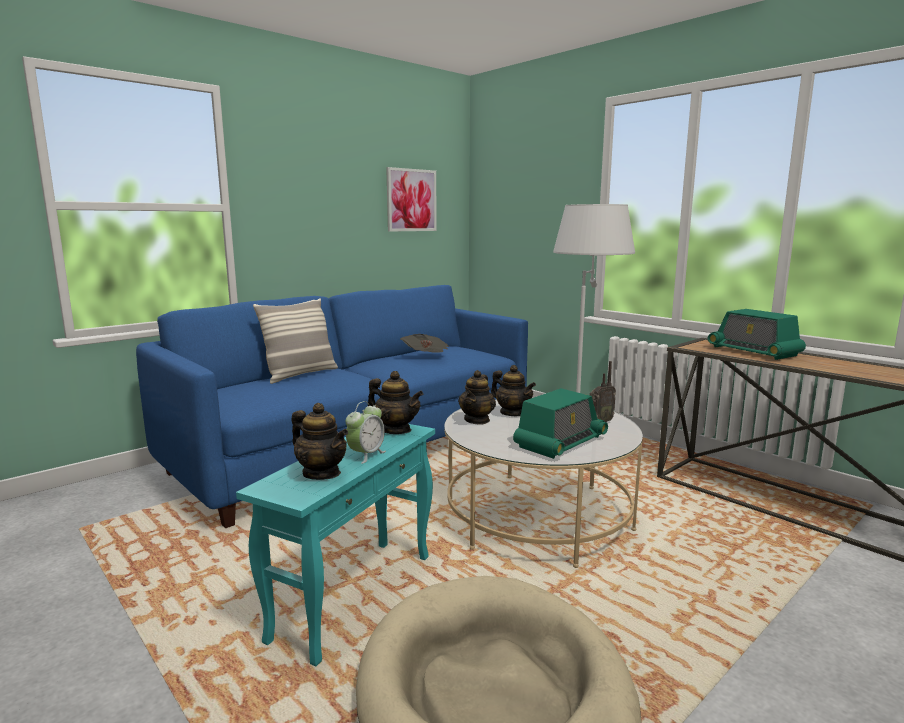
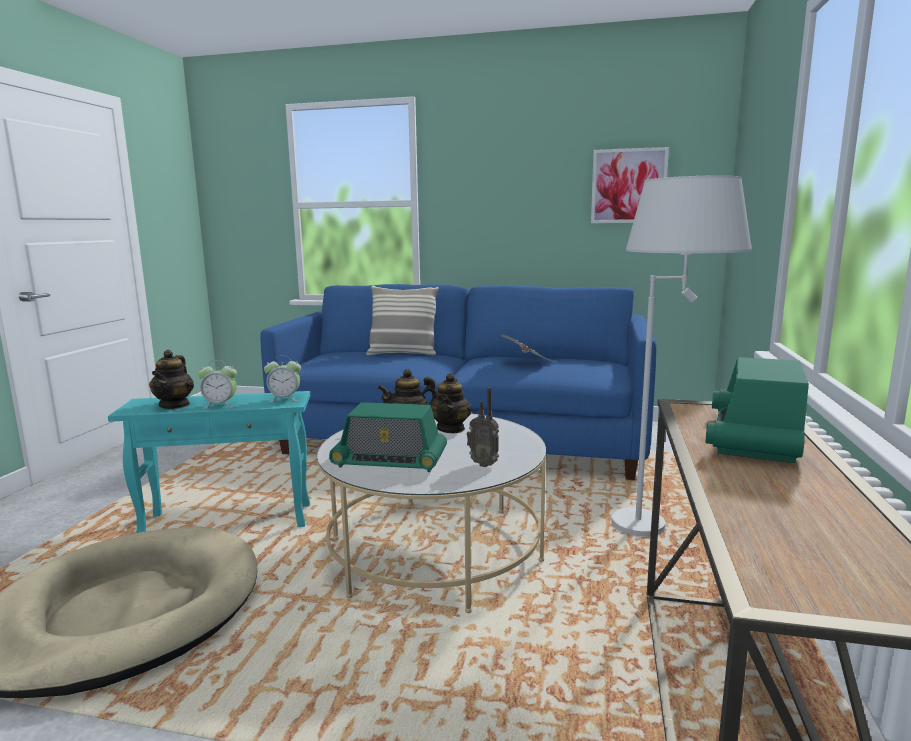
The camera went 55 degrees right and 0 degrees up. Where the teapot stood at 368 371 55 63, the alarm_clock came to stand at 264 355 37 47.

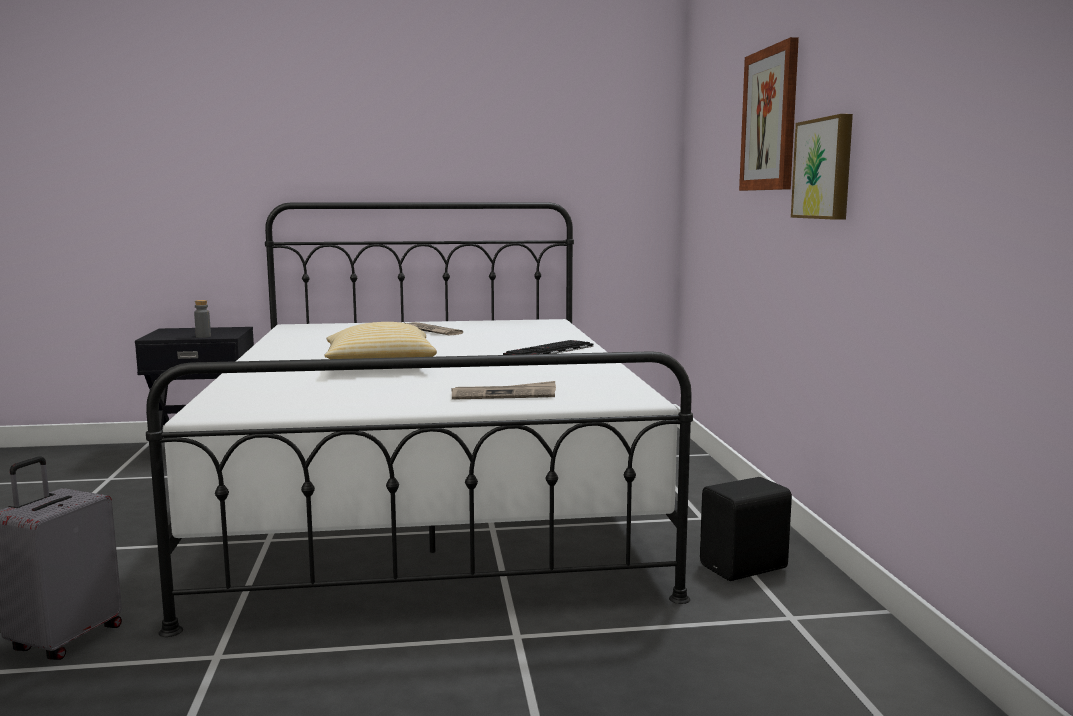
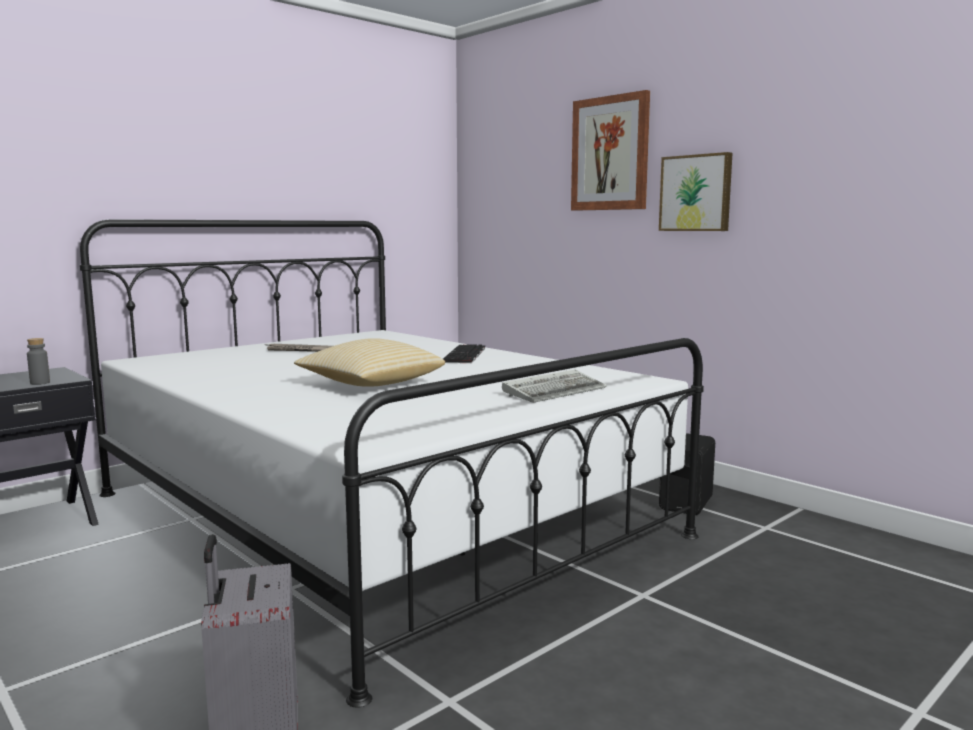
The camera went 35 degrees left and 0 degrees up. Where the newspaper stood at 452 381 104 19, the PC_keyboard came to stand at 502 369 105 34.

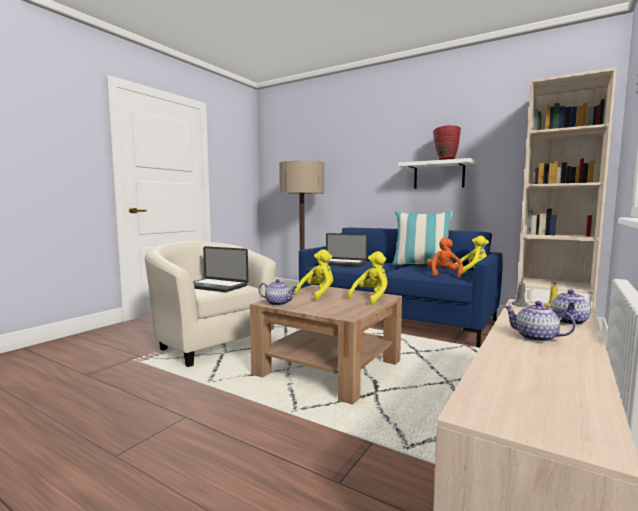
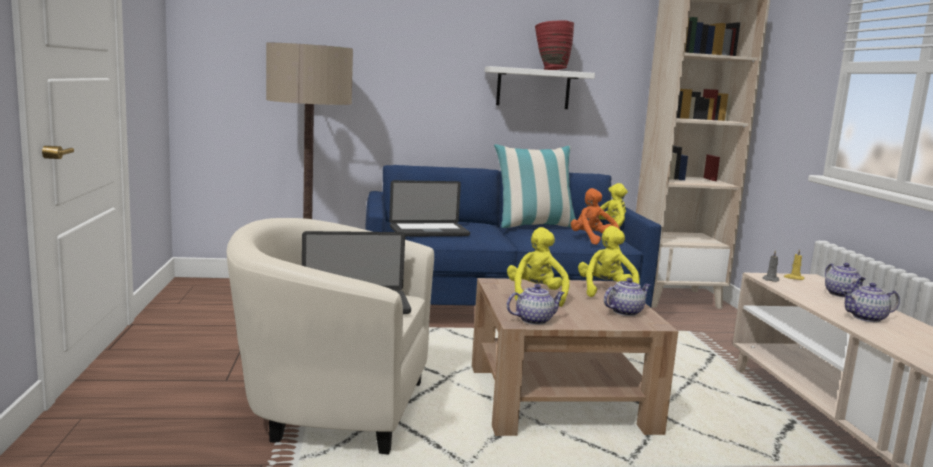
The camera went 40 degrees left and 5 degrees up. The second view gained the teapot at 604 278 46 38.

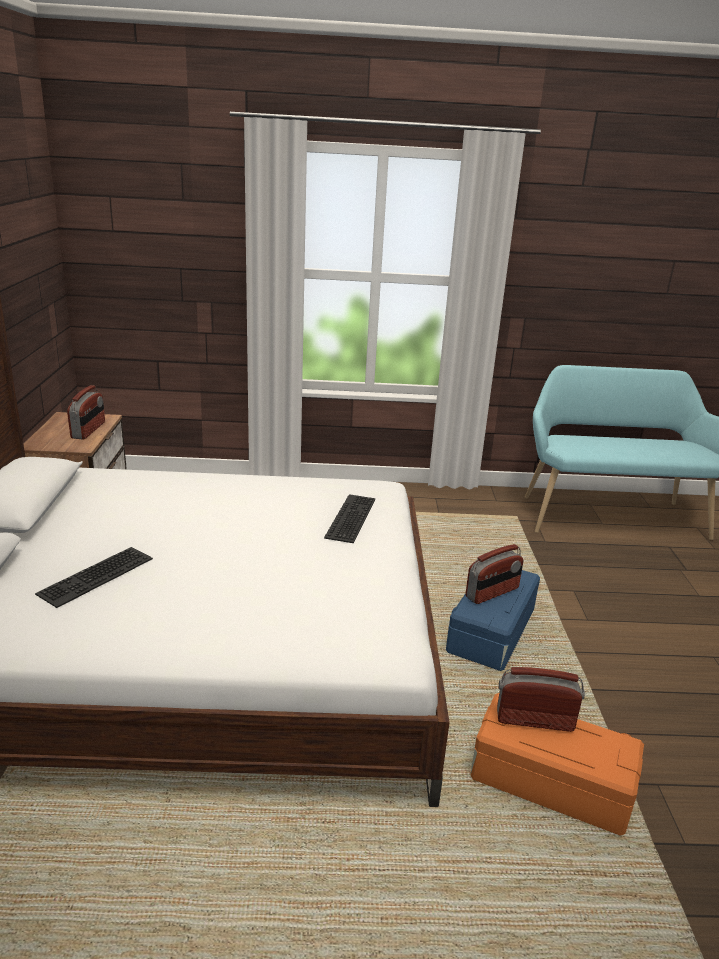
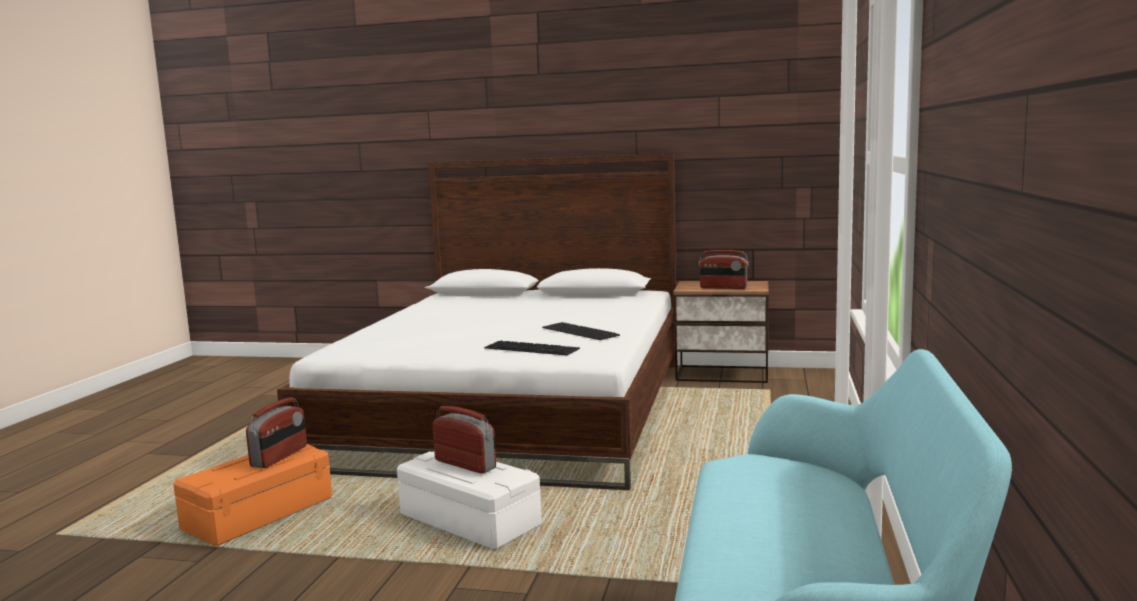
The camera went 105 degrees right and 15 degrees down. What was the bluish_storage_box at 446 570 94 101 turned into the whitish_storage_box at 397 451 145 99. The radio_set at 466 544 57 60 ended up facing another way, 150 degrees clockwise from before. The PC_keyboard ended up elsewhere, having gone from 35 547 118 61 to 542 322 78 18.

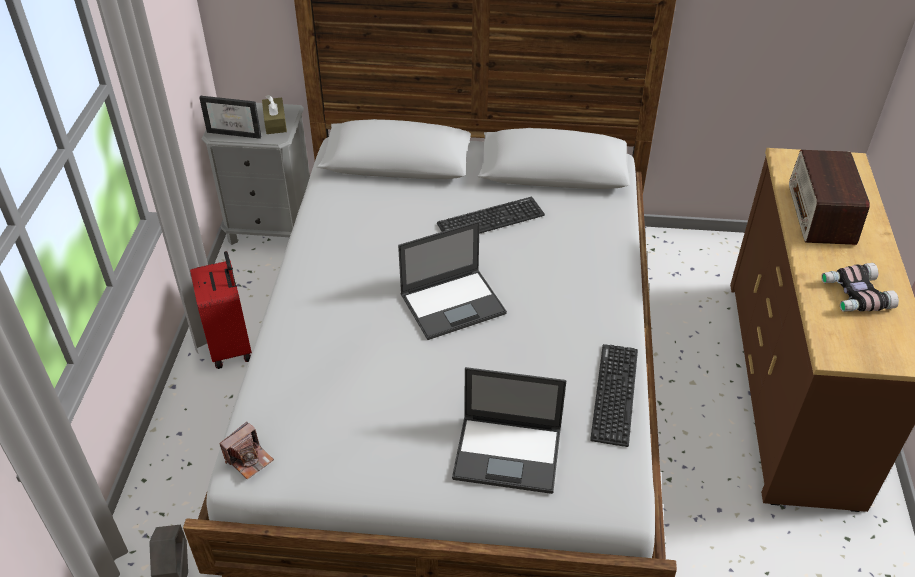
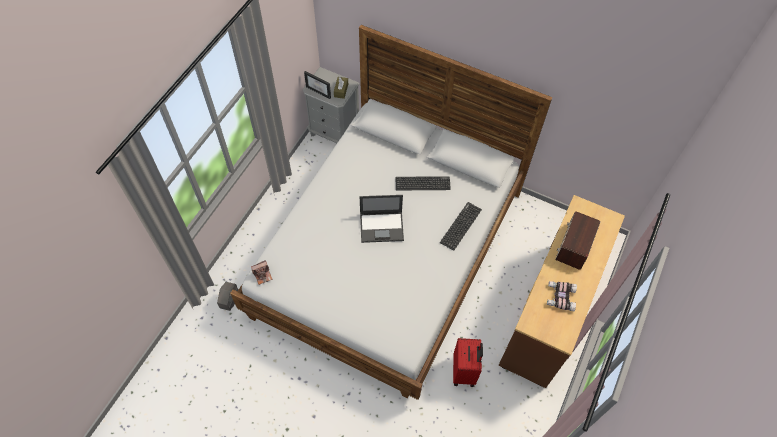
The camera went 20 degrees right and 15 degrees up. The PC_keyboard ended up elsewhere, having gone from 590 344 48 103 to 440 202 42 49. The red_suitcase ended up elsewhere, having gone from 190 251 62 118 to 453 338 30 49. The second view lost the portable_computer at 452 367 114 127.

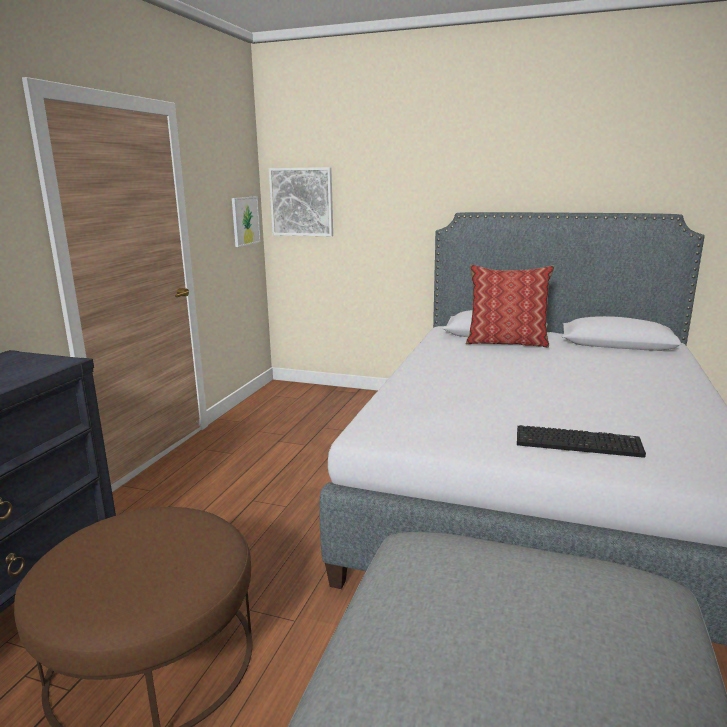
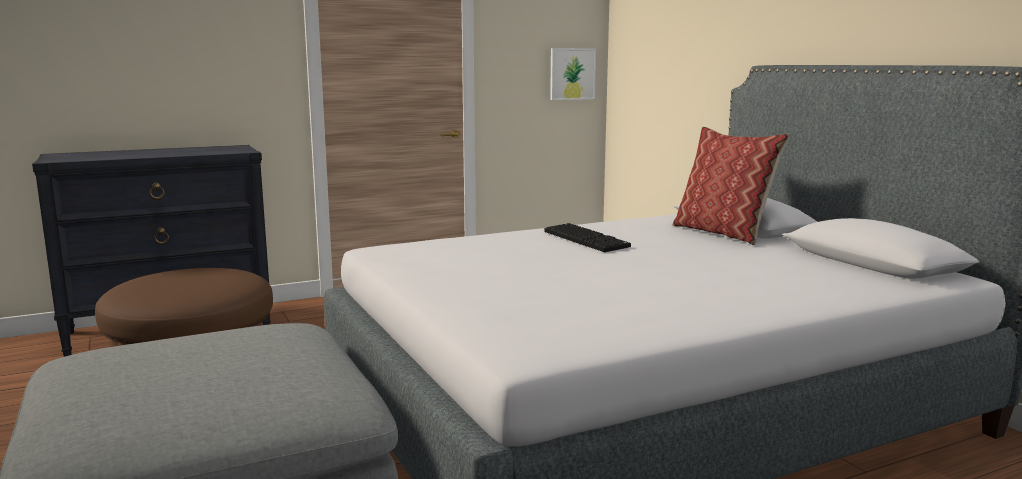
The camera went 45 degrees right and 5 degrees down. The PC_keyboard ended up elsewhere, having gone from 517 425 129 33 to 544 223 87 29. The second view lost the picture at 269 167 64 69.

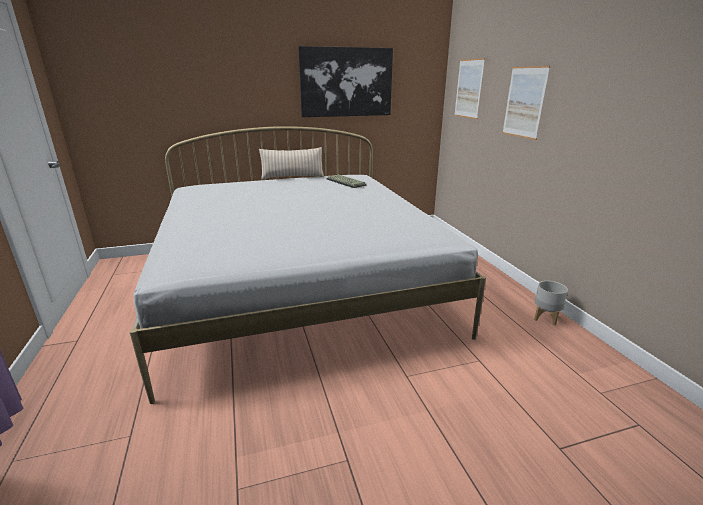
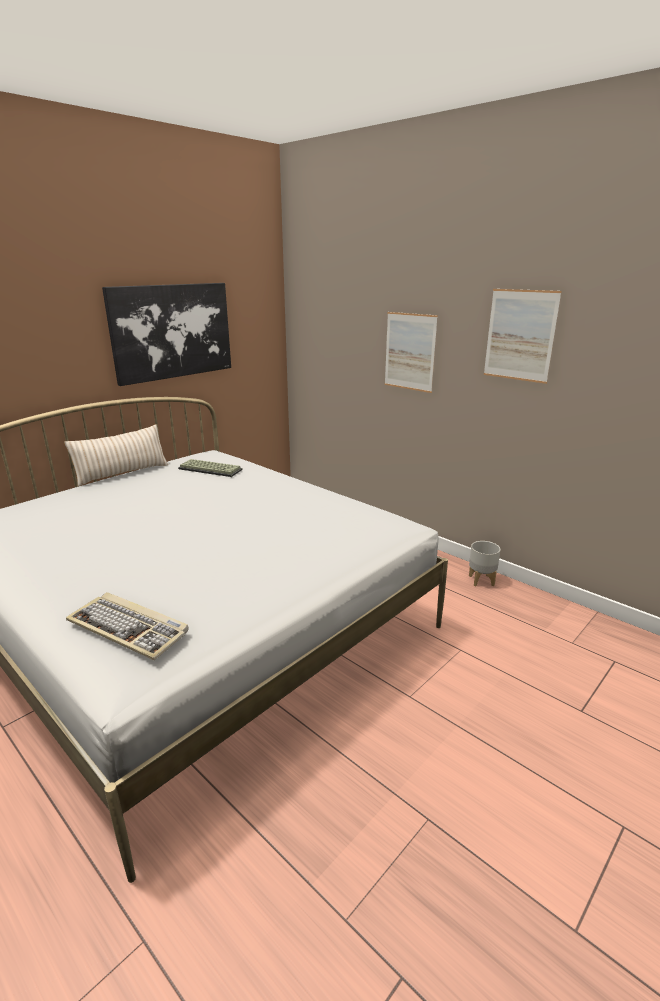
The camera went 30 degrees left and 0 degrees up. The second view gained the PC_keyboard at 66 592 122 68. The picture ended up elsewhere, having gone from 454 58 31 61 to 484 289 78 95.

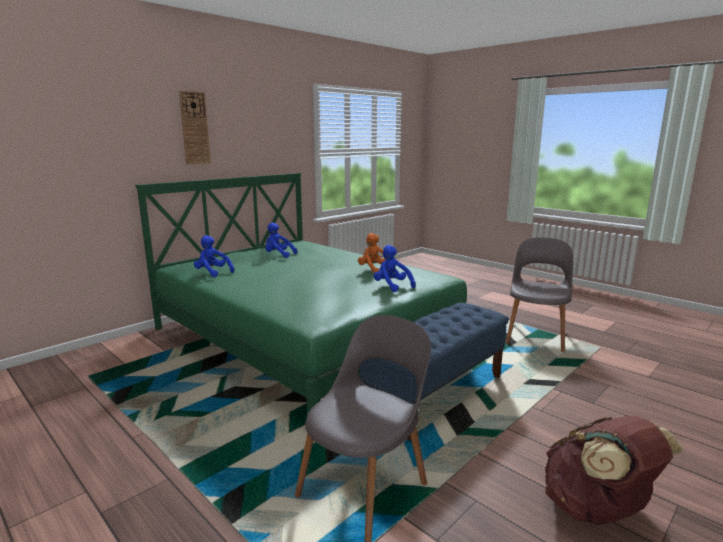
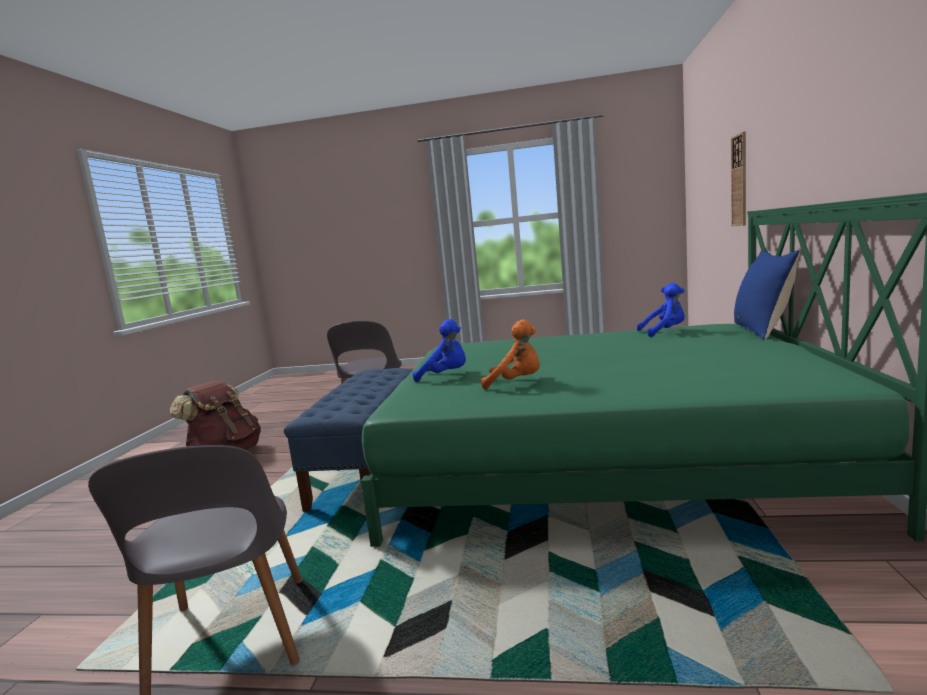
The camera went 145 degrees right and 5 degrees down. The wall_clock ended up elsewhere, having gone from 179 91 32 73 to 731 131 15 95. The second view gained the bluish_throw_pillow at 734 248 66 92. The second view lost the bluish_cuddly_toy at 265 223 32 35.

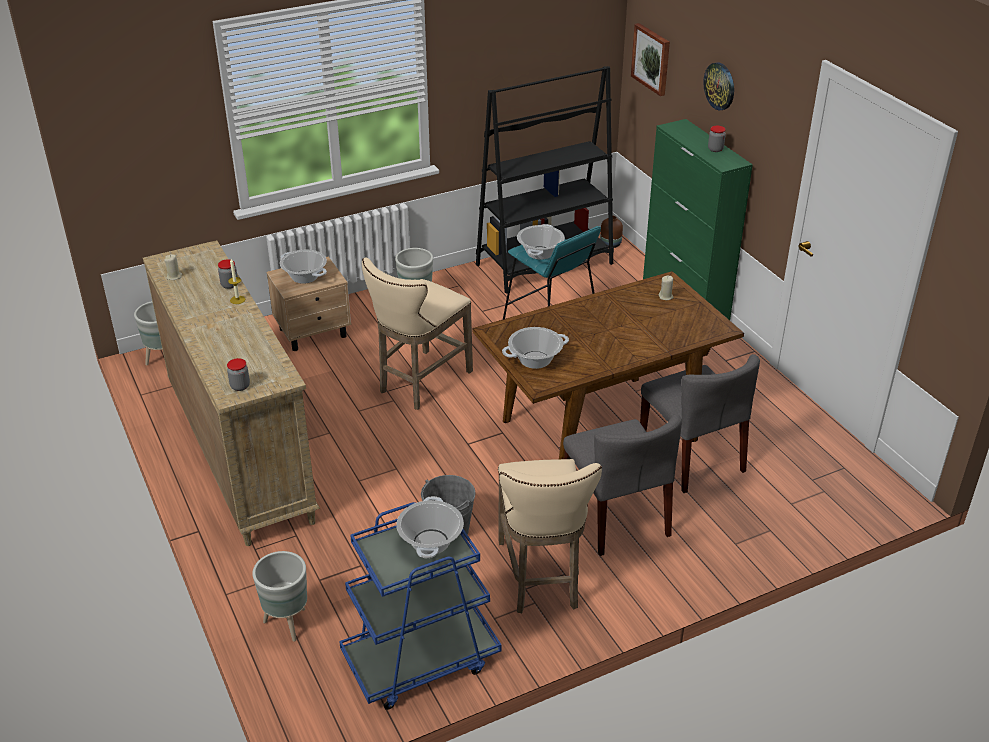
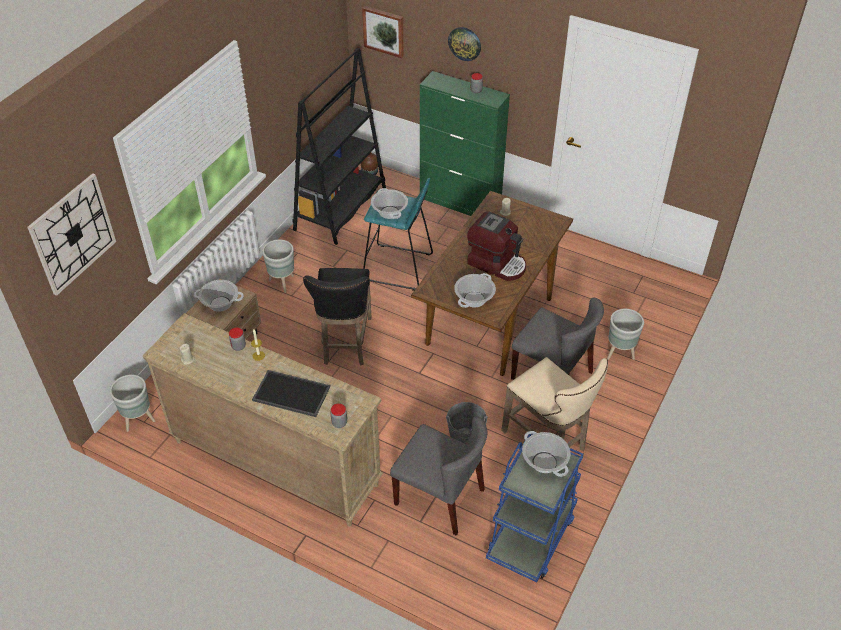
The camera went 35 degrees left and 10 degrees up. The second view gained the wall_clock at 27 173 89 123. The second view gained the tray at 252 370 78 47. What was the beige-coloured_stool_seat at 362 257 111 153 turned into the black-coloured_stool_seat at 303 268 68 98. The gray_upright_chair ended up elsewhere, having gone from 640 354 120 139 to 390 416 97 120. The second view gained the coffee_maker at 467 211 59 70. The gray_plant_pot ended up elsewhere, having gone from 252 551 55 90 to 607 309 37 51.

